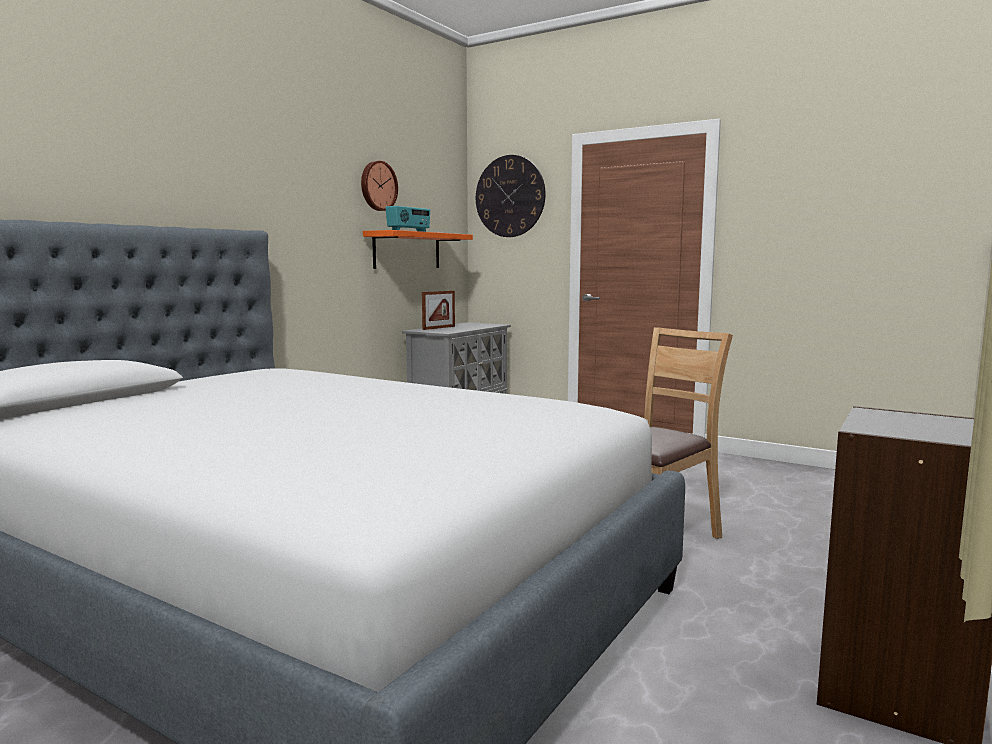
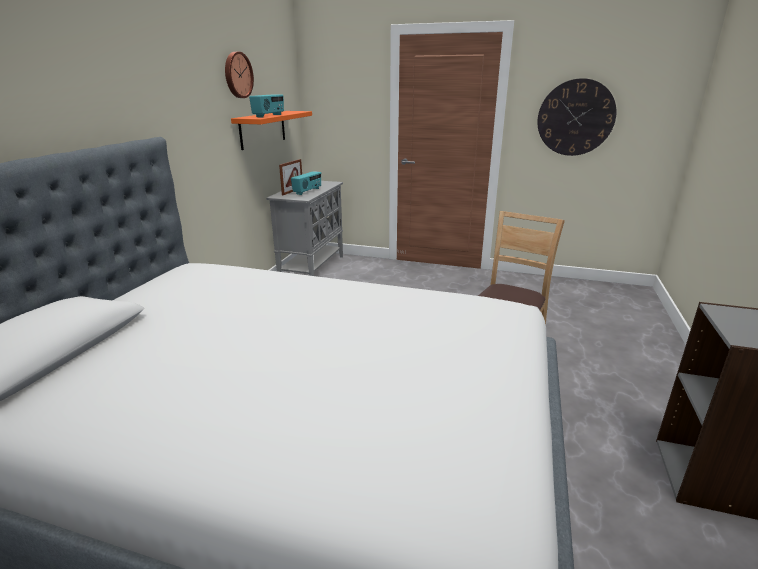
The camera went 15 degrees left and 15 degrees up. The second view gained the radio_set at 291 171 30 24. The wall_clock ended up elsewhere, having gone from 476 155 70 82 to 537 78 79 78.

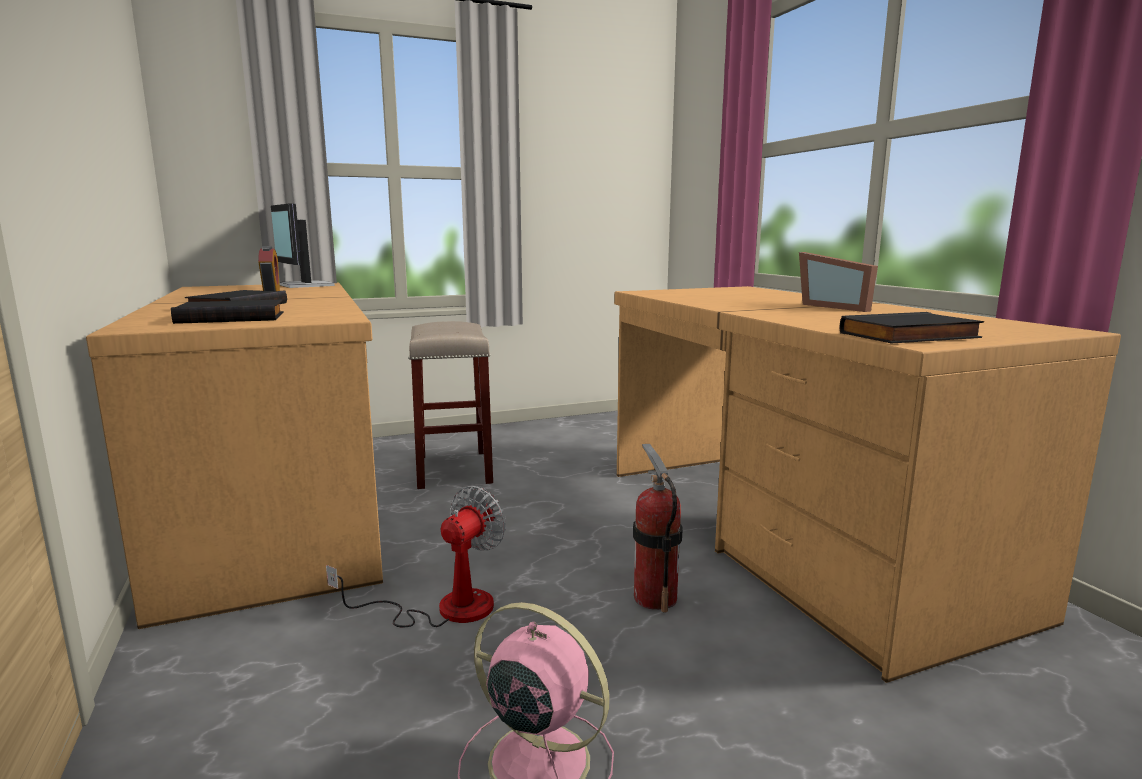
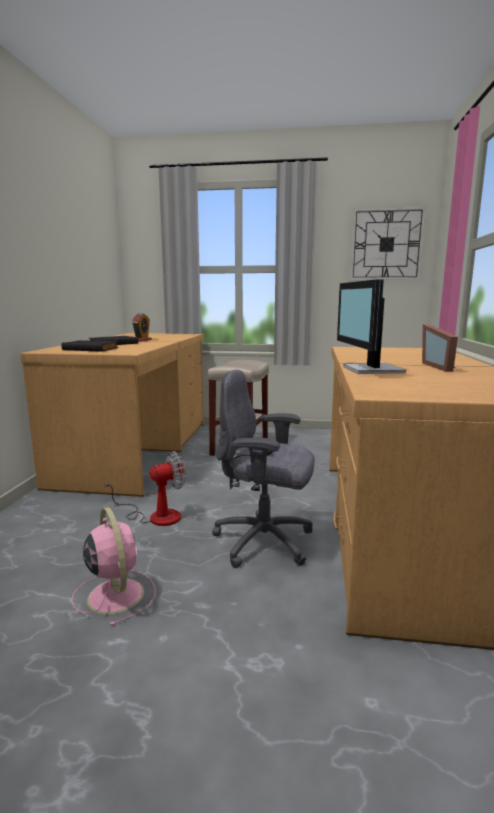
The camera went 30 degrees right and 0 degrees up. Where the extinguisher stood at 633 444 50 169, the gray_office_chair came to stand at 212 369 103 199. The monitor ended up elsewhere, having gone from 271 204 64 84 to 337 279 69 95. The second view gained the wall_clock at 350 207 76 73. The second view lost the black-coloured_bound_book at 839 312 145 32.

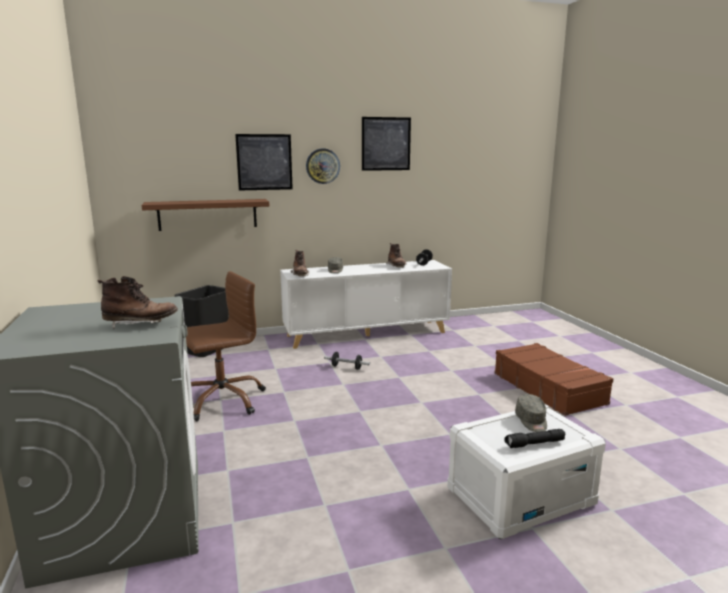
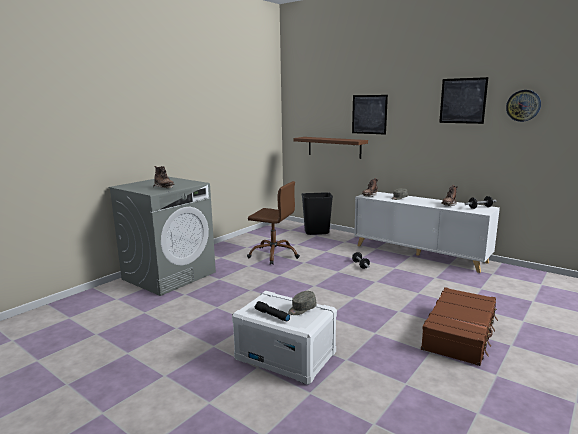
The camera went 55 degrees right and 0 degrees up. The wall_clock ended up elsewhere, having gone from 306 149 34 35 to 506 90 35 32.

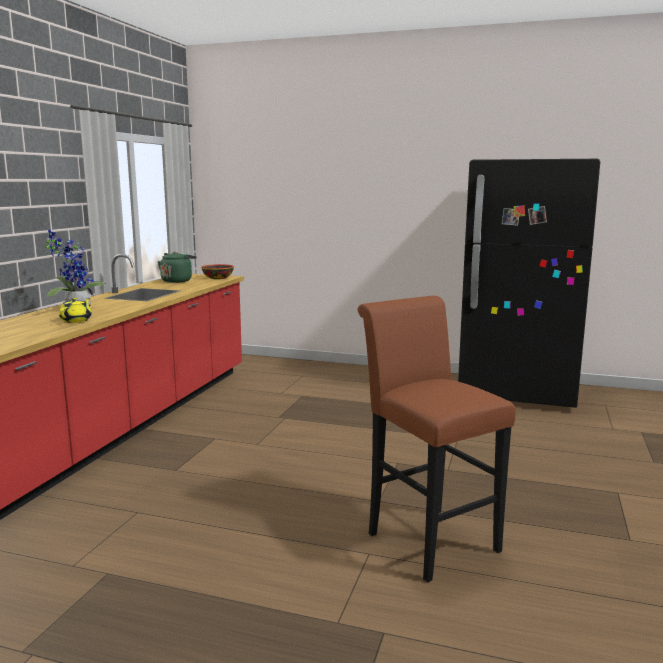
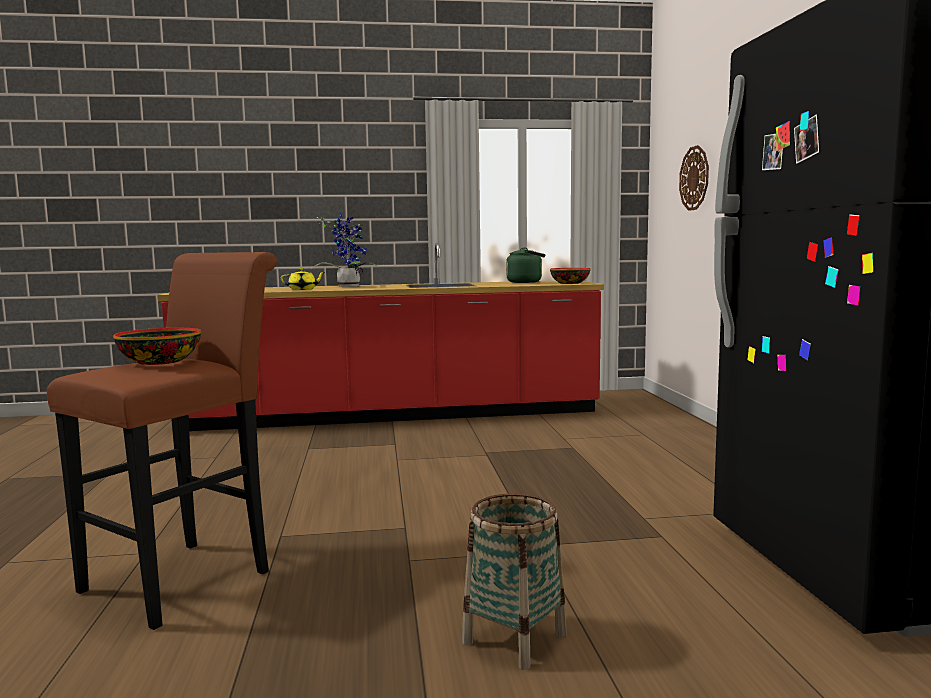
The camera went 65 degrees right and 5 degrees down. The second view gained the serving_bowl at 113 328 88 37. The second view gained the household_basket at 462 493 105 177. The second view gained the wall_clock at 679 145 30 66.

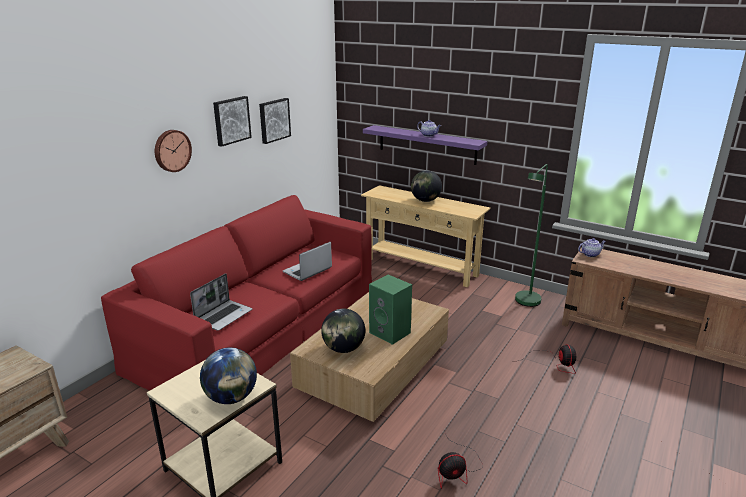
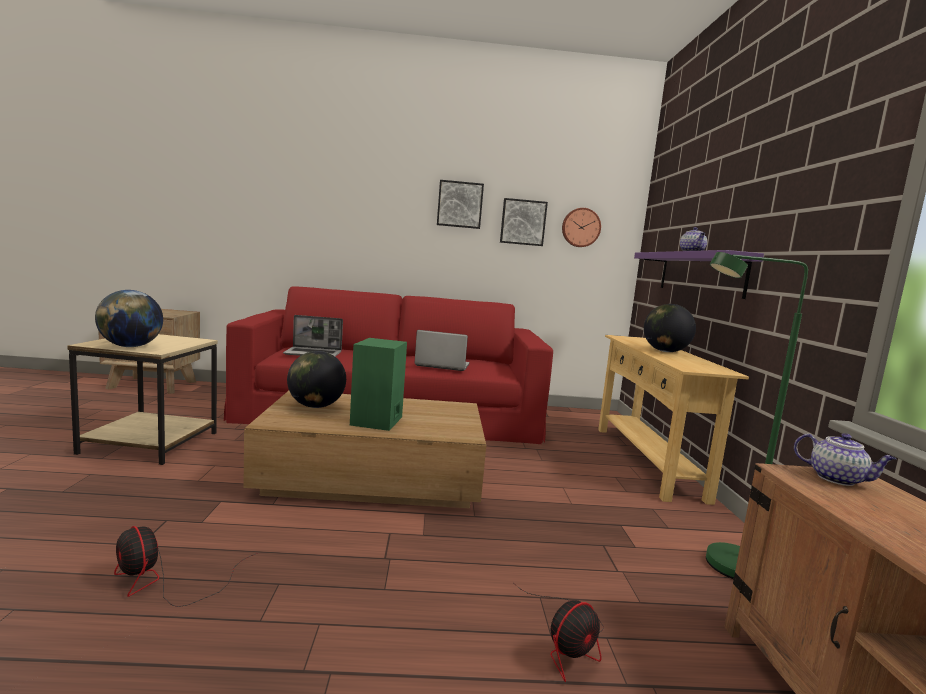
The camera went 55 degrees right and 15 degrees down. The wall_clock ended up elsewhere, having gone from 155 130 37 42 to 562 208 39 39.

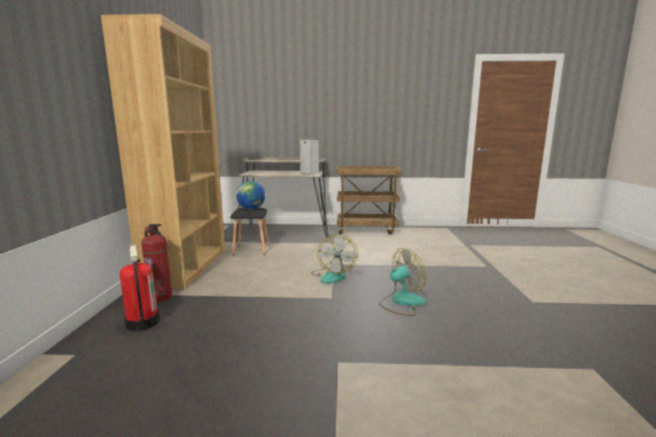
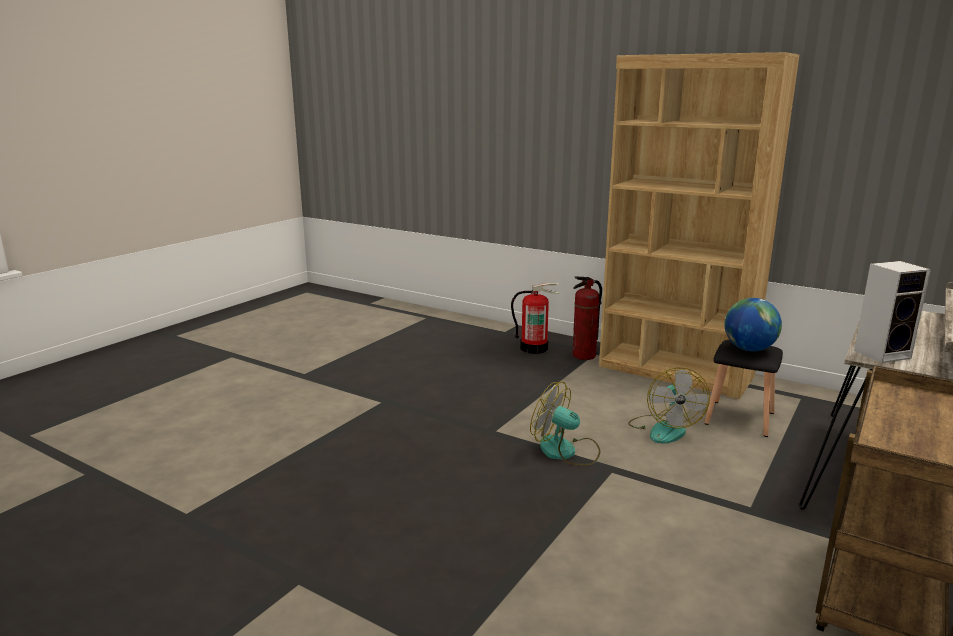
The camera went 120 degrees right and 5 degrees up. The cooling_fan ended up elsewhere, having gone from 379 248 48 68 to 628 368 82 76.

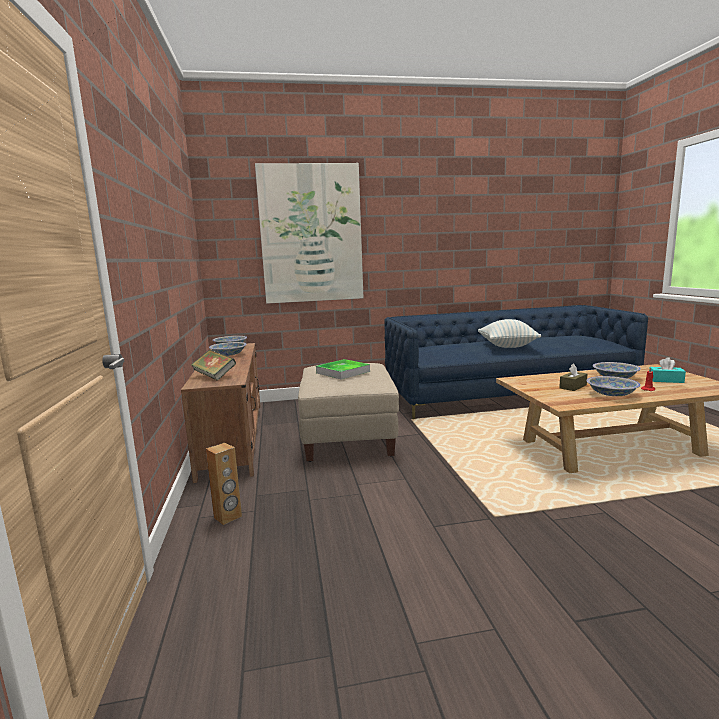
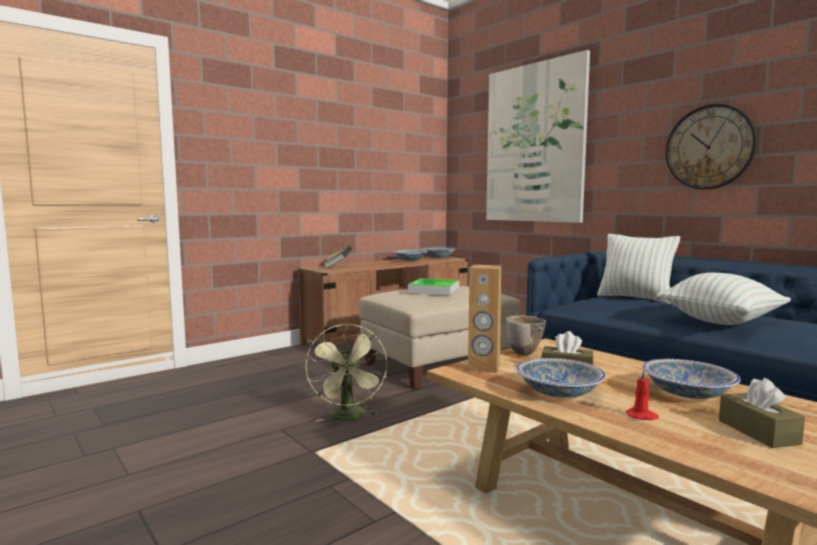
The camera went 60 degrees right and 5 degrees down. The second view gained the greenish_cooling_fan at 305 324 82 98. The brown-coloured_audio_speaker ended up elsewhere, having gone from 206 443 36 82 to 468 265 33 108. The second view gained the serving_bowl at 506 315 40 40. The second view gained the throw_pillow at 597 234 83 70. The second view gained the wall_clock at 666 104 91 85. What was the turquoise_tissue_holder at 649 357 37 26 turned into the brown-coloured_tissue_holder at 719 378 86 70.

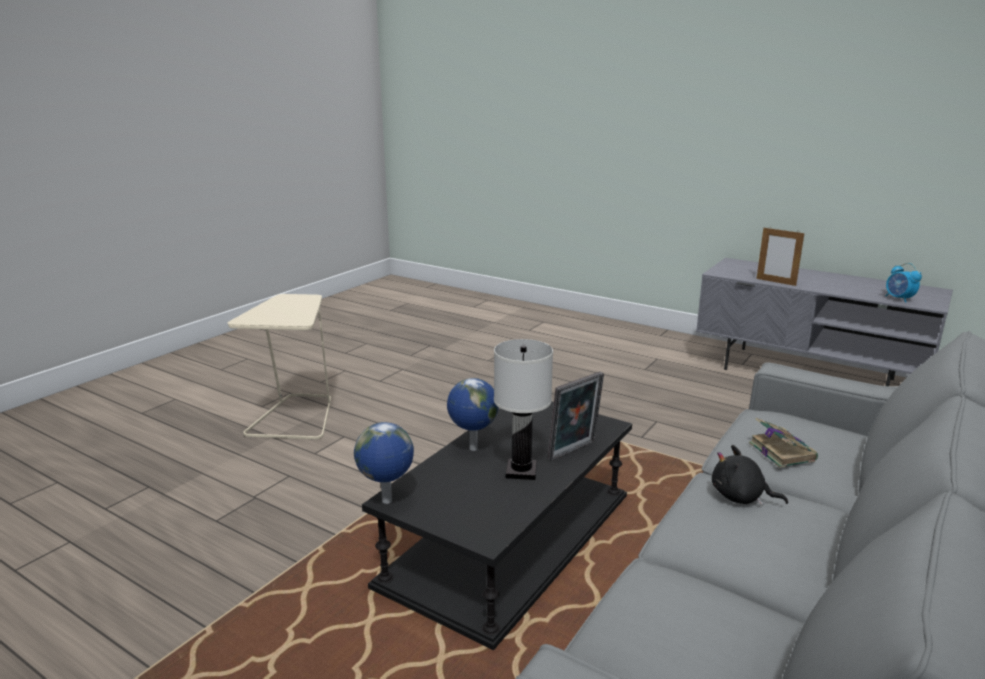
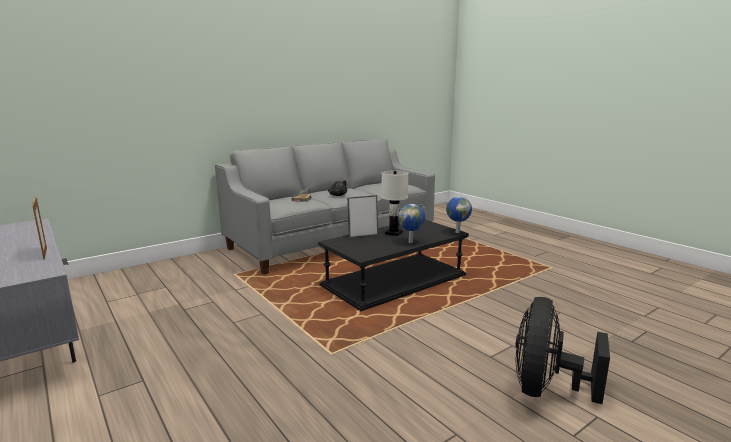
The camera went 160 degrees left and 5 degrees down. Where the beige-coloured_accent_table stood at 227 294 104 146, the black-coloured_cooling_fan came to stand at 515 297 95 107. The second view lost the alarm_clock at 886 263 36 40.

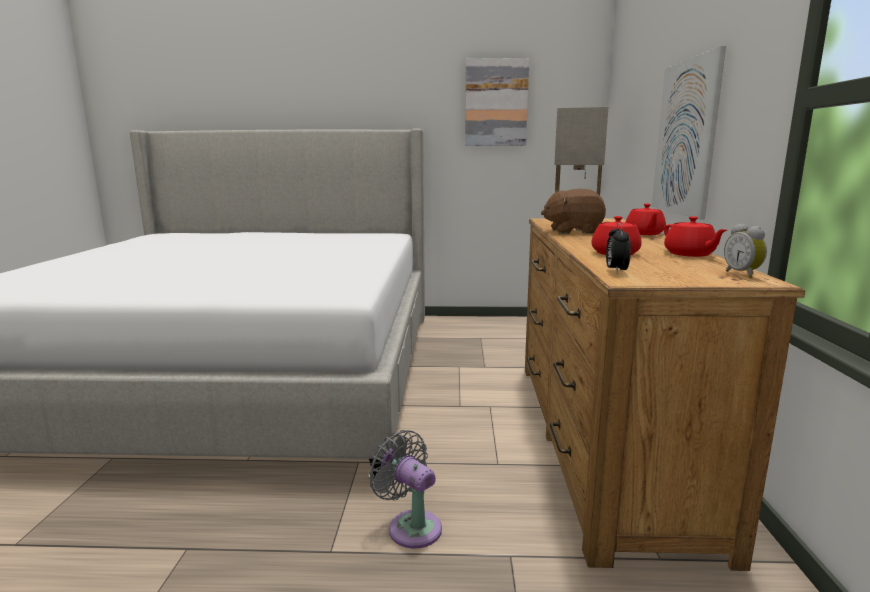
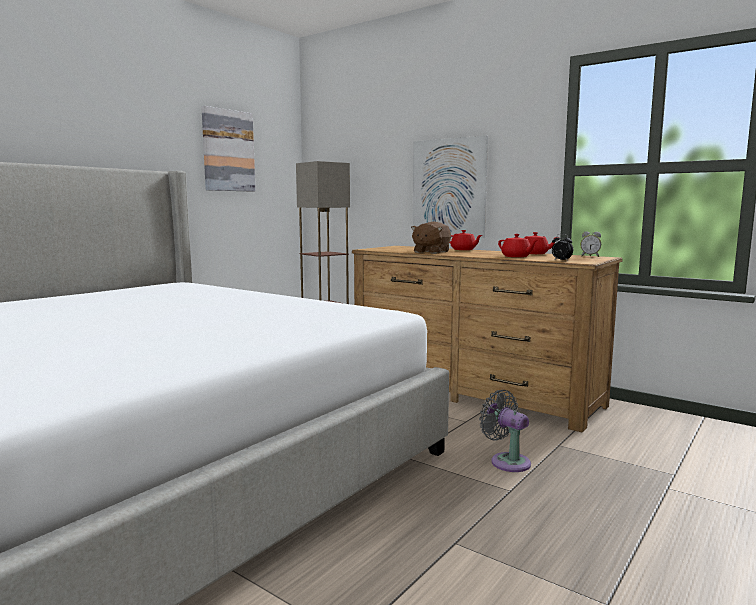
The camera went 55 degrees left and 5 degrees down. The gray_cooling_fan at 368 430 74 119 ended up facing another way, 60 degrees clockwise from before.

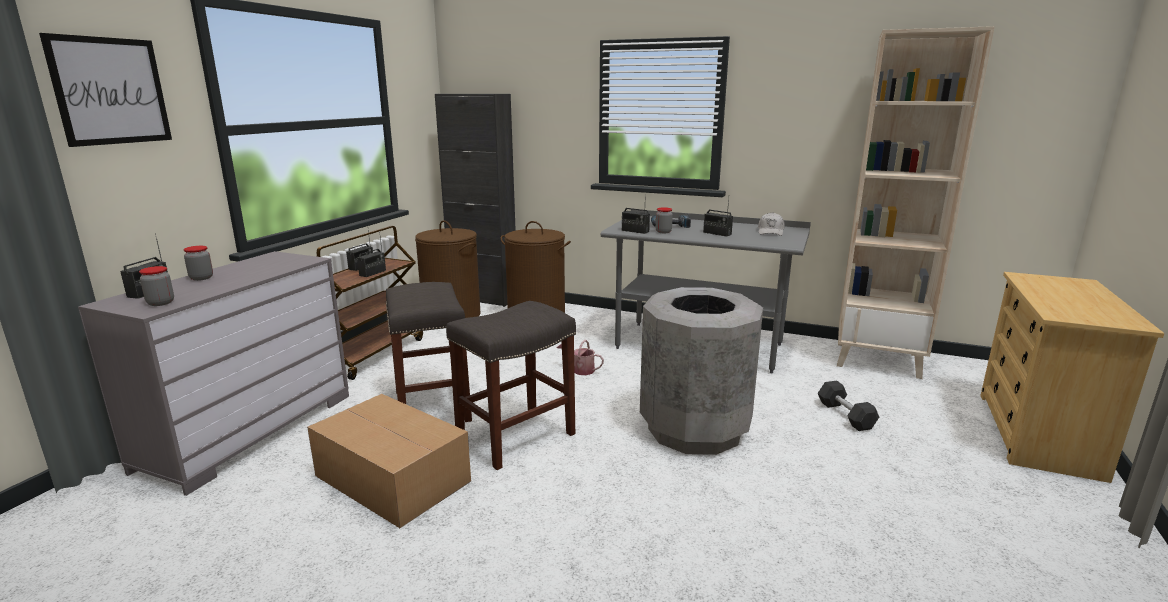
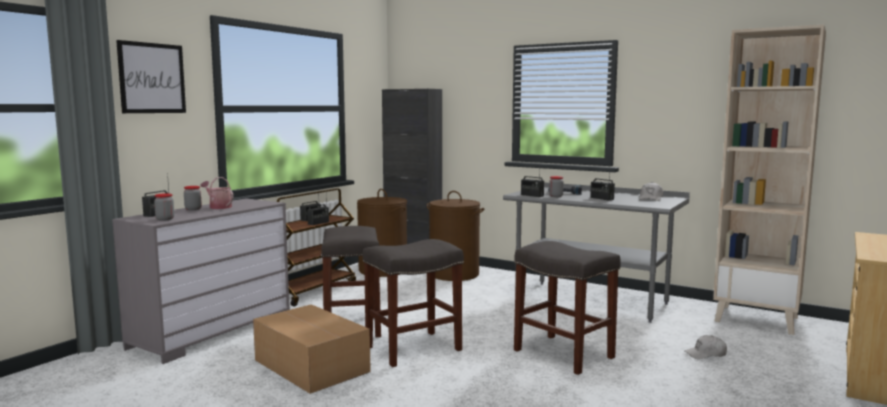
The camera went 10 degrees right and 10 degrees down. The watering_pot ended up elsewhere, having gone from 557 340 47 35 to 201 177 32 32. Where the gray_trash_can stood at 640 287 123 168, the gray_stool_seat came to stand at 514 241 107 134. Where the gray_hand_weight stood at 818 381 61 50, the whitish_baseball_cap came to stand at 684 335 43 24.

